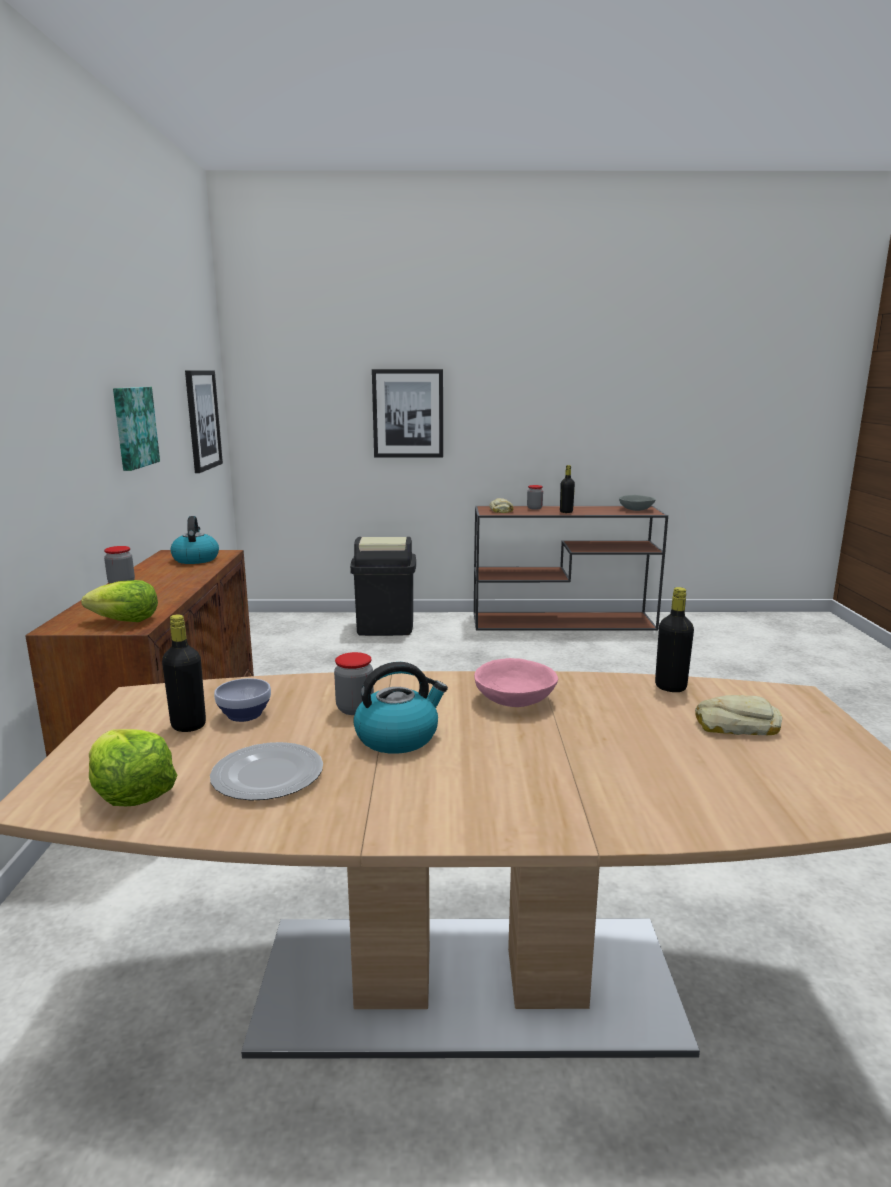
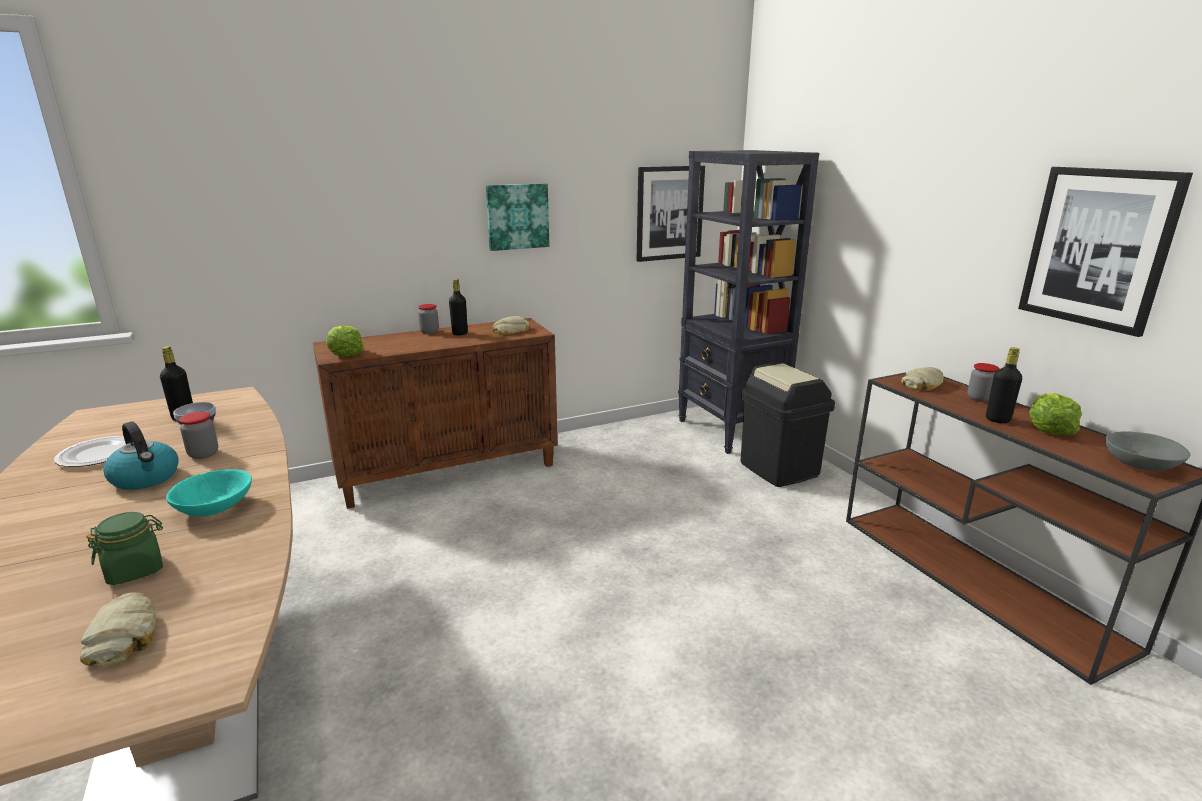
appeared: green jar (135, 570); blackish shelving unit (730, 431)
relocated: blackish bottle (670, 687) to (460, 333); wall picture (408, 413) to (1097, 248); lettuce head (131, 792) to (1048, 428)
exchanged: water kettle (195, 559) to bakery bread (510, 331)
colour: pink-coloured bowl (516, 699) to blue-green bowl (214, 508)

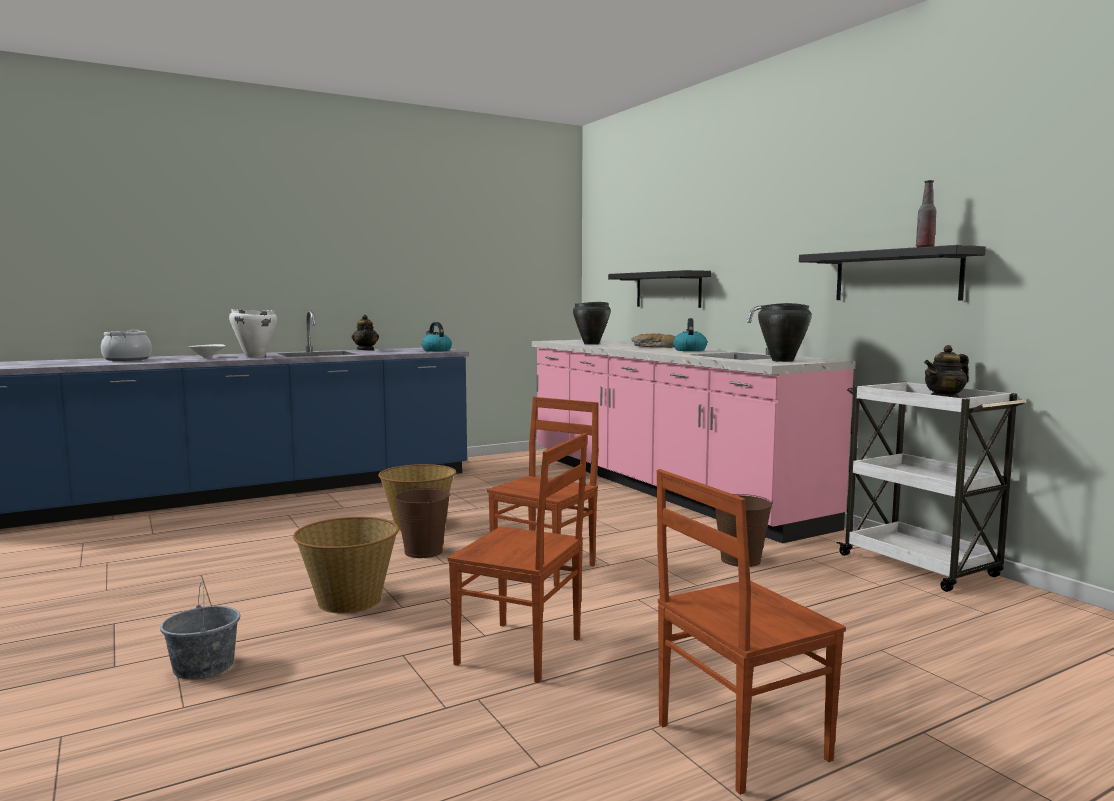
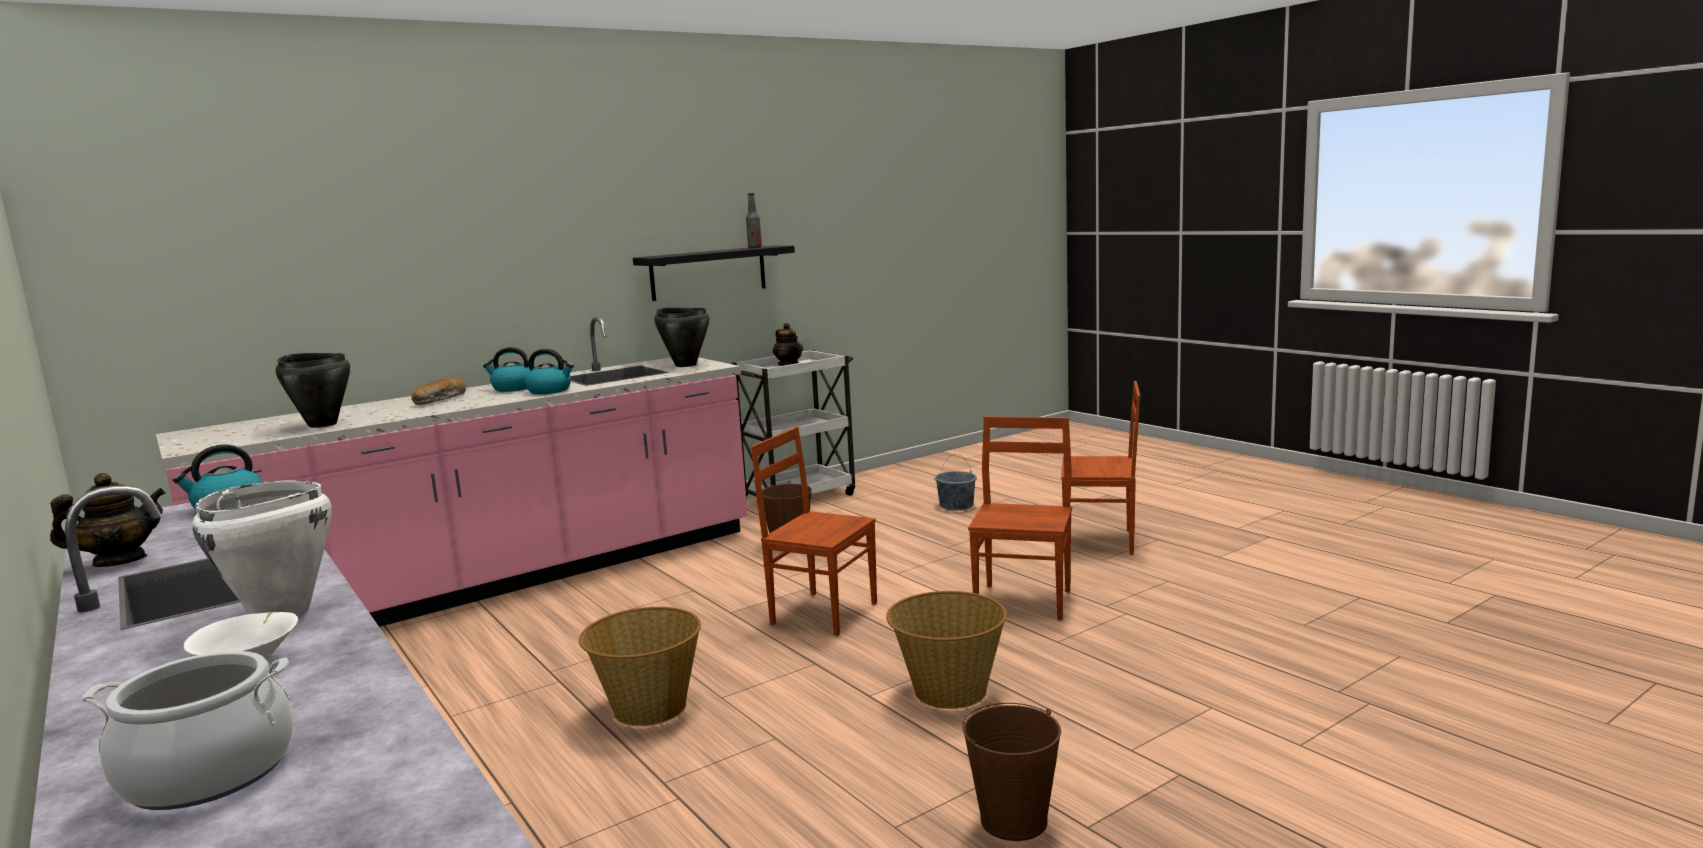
missing: blackish wall shelf (668, 289)
appeared: water kettle (550, 390)
relocated: greyish water bucket (203, 667) to (956, 506); brown water bucket (423, 552) to (1014, 821)
spun: brown upright chair (738, 741) = (1100, 542) 45 degrees counterclockwise

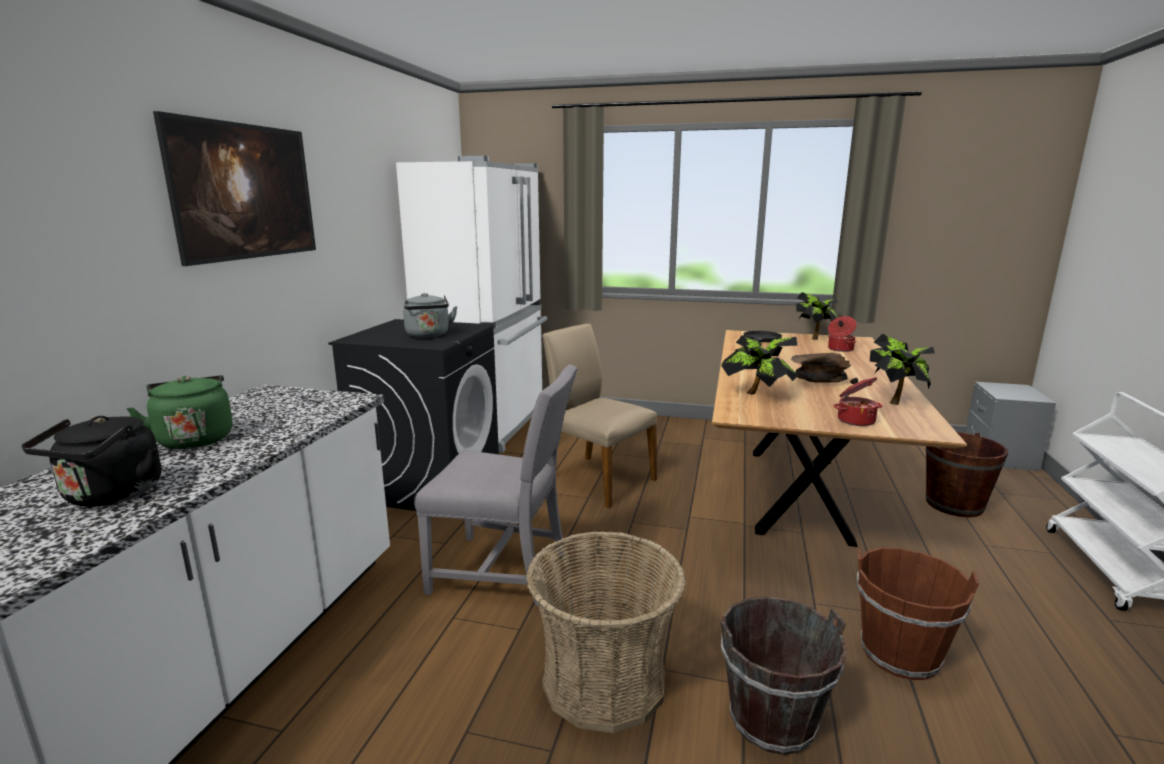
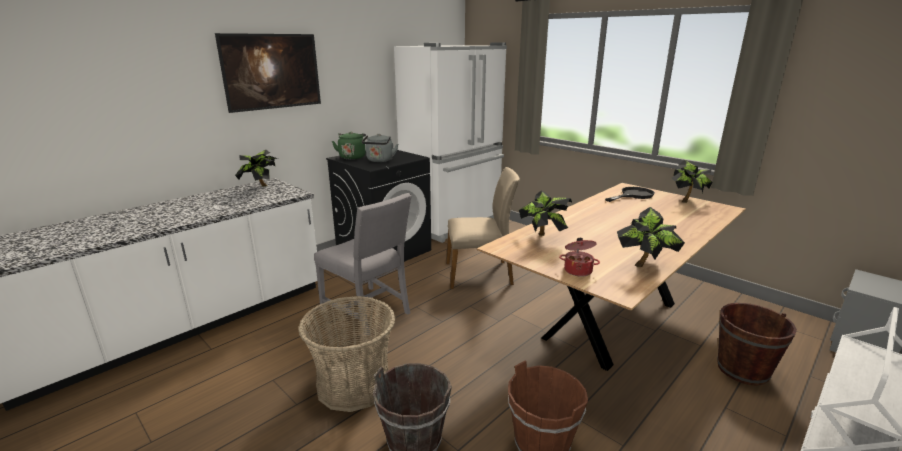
missing: blackish water kettle (110, 496); brown bowl (818, 381); stockpot (839, 349)
appeared: potted plant (261, 187)
relocated: green water kettle (194, 439) to (352, 157)
spun: beige upright chair (597, 479) = (479, 274) 105 degrees clockwise

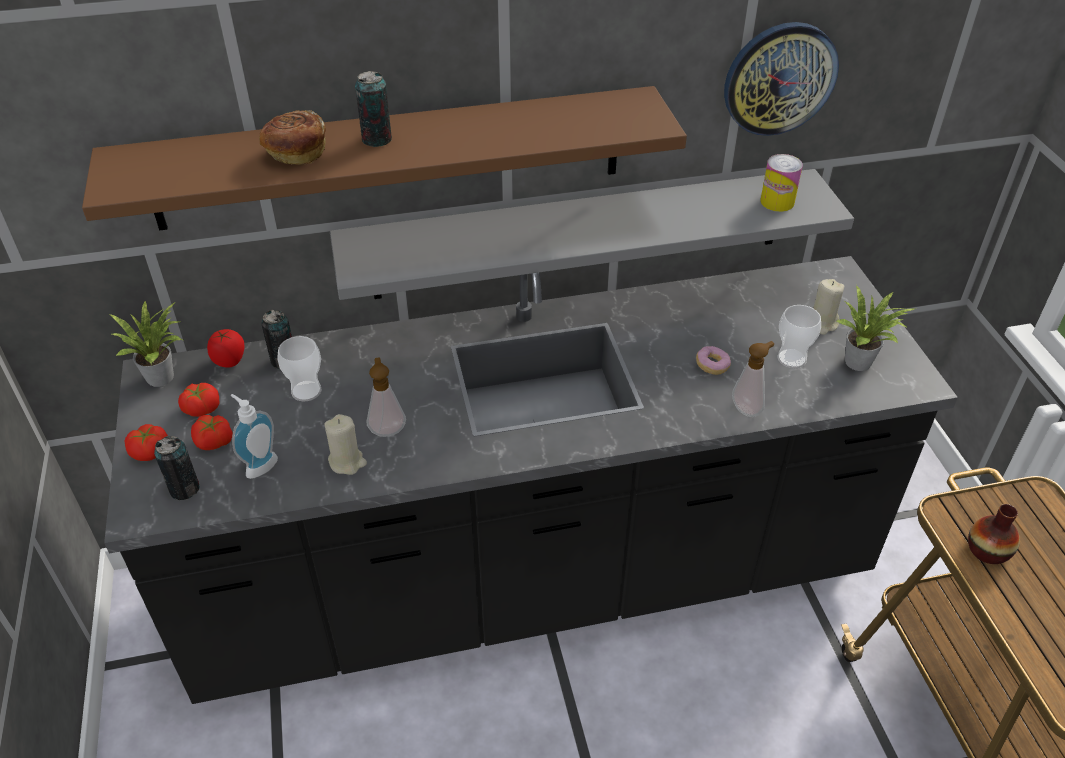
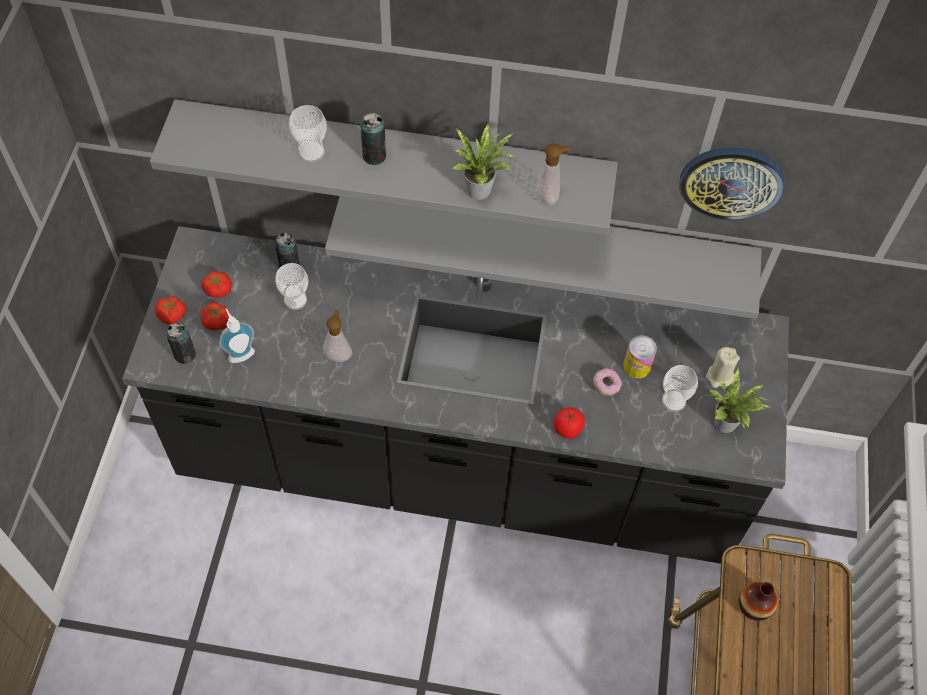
missing: beige candle (347, 462)
relocated: potted plant (164, 376) to (482, 189); soap bottle (748, 408) to (549, 197); fresh tomato (230, 361) to (567, 429); metal can (777, 202) to (637, 366)
exchanged: bakery bread (296, 153) to cup (311, 152)
colour: brown wall shelf (390, 158) to greyish wall shelf (394, 156)

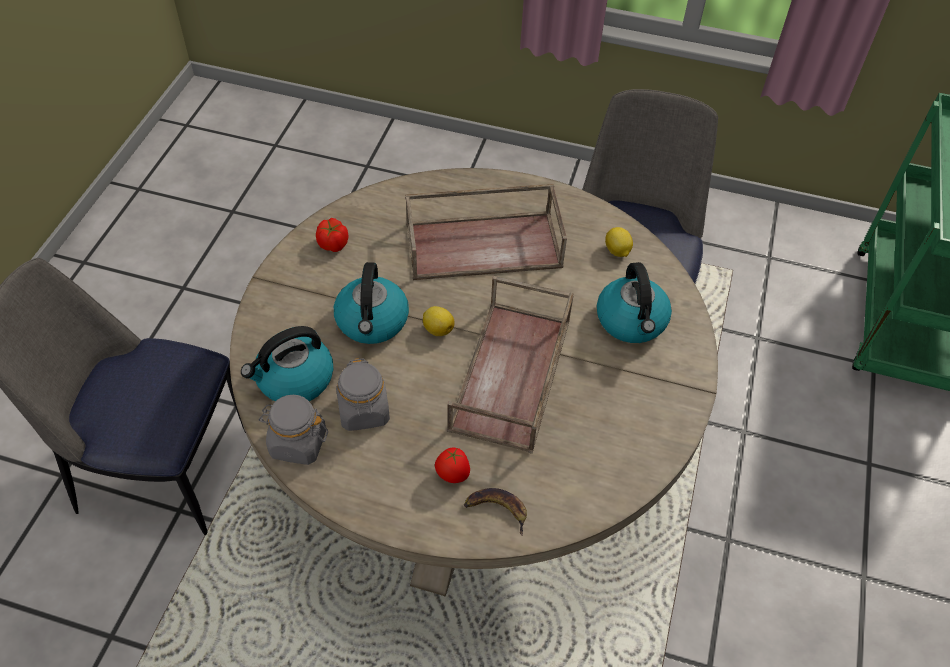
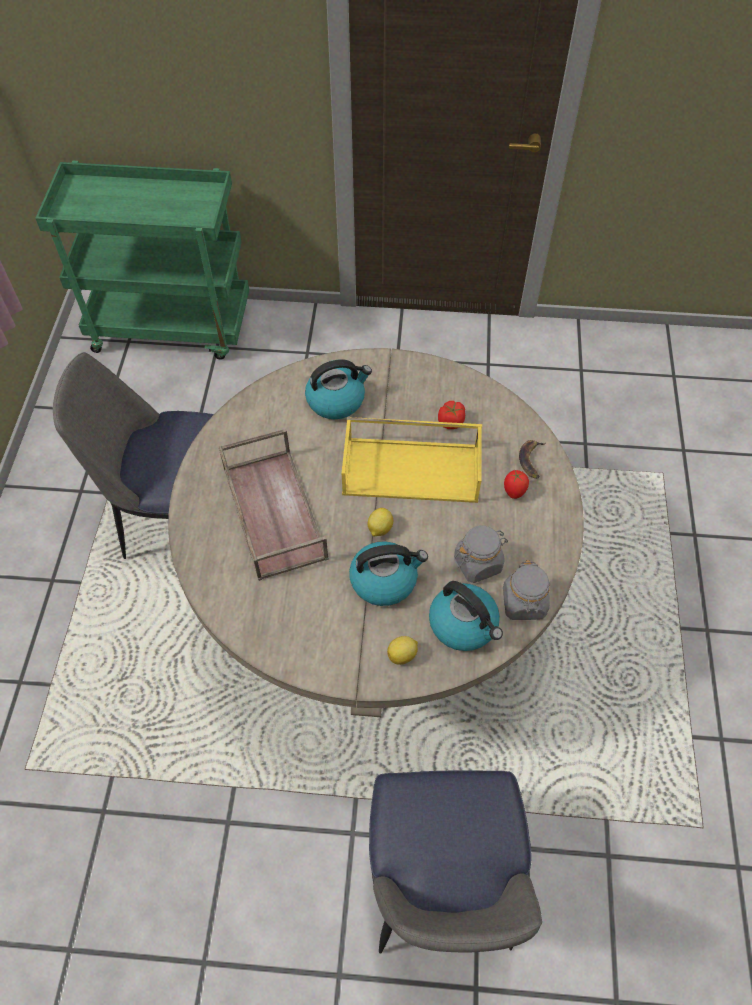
relocated: lemon (617, 251) to (403, 655); fresh tomato (333, 244) to (451, 421)
colour: brown carrying tray (512, 376) to yellowish carrying tray (413, 469)

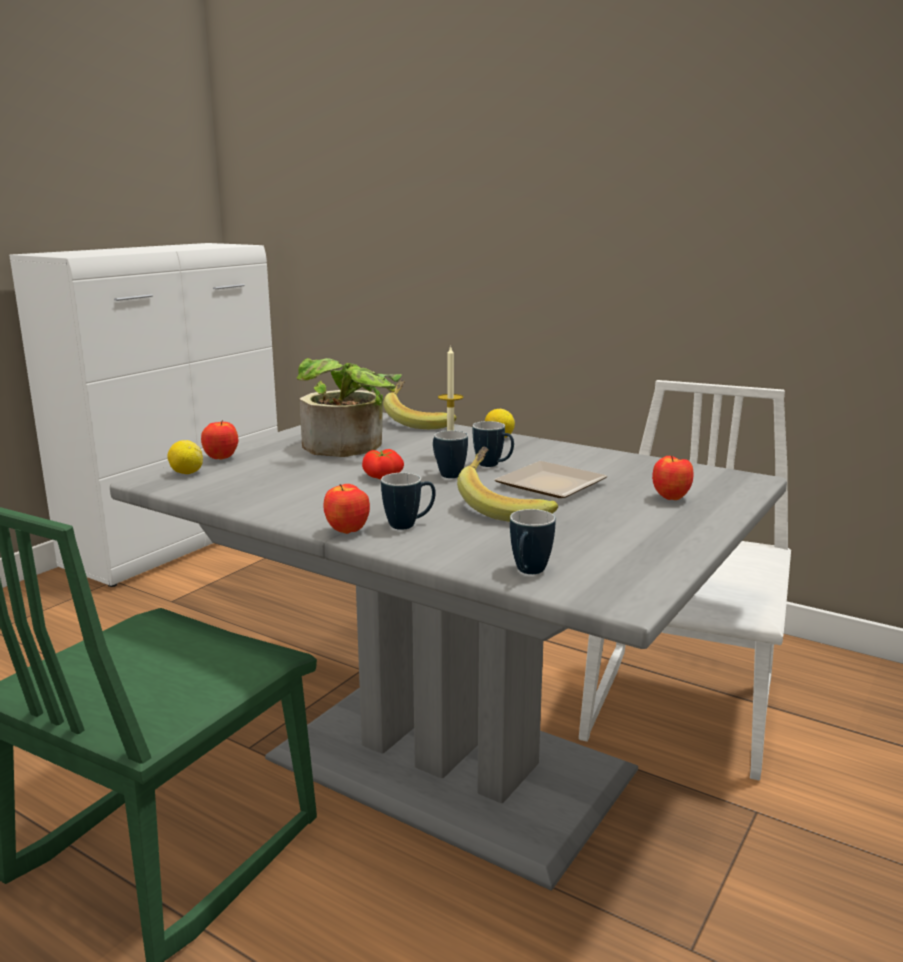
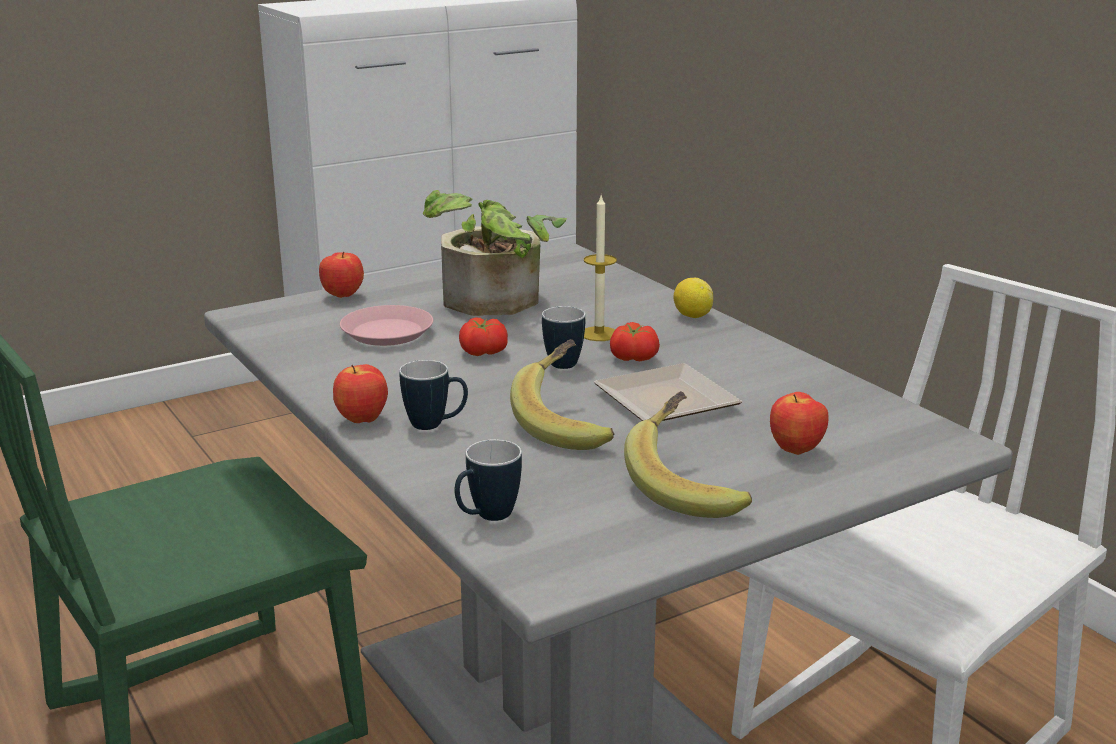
missing: lemon (186, 473)
appeared: pink-coloured plate (387, 332)
relocated: whole banana (419, 422) to (690, 486)
exchanged: mug (493, 465) to fresh tomato (632, 358)

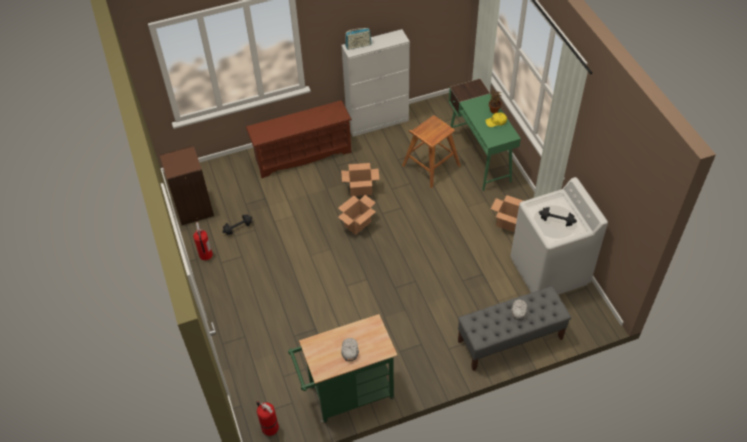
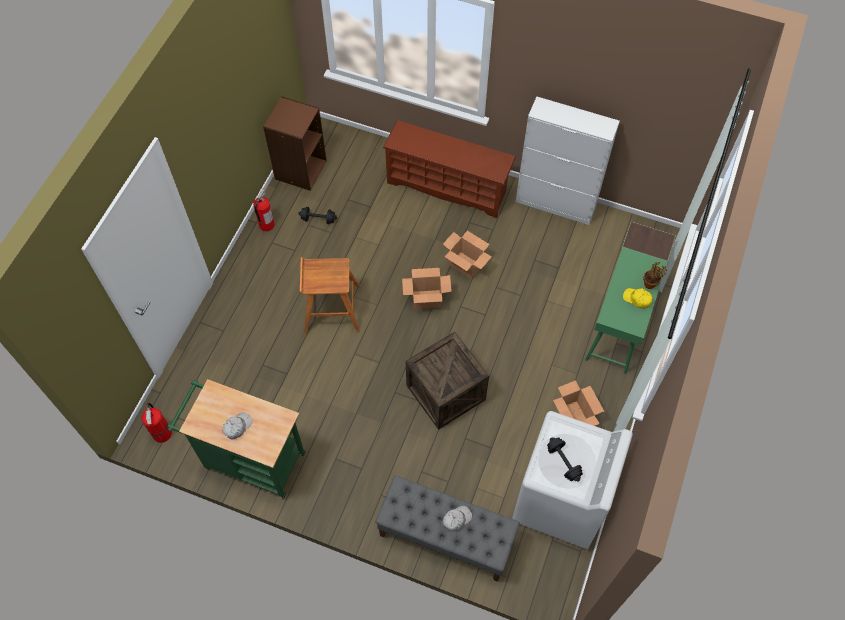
missing: radio (358, 45)
appeared: shipping crate (445, 392)
relocated: brown stool seat (430, 166) to (331, 309)

